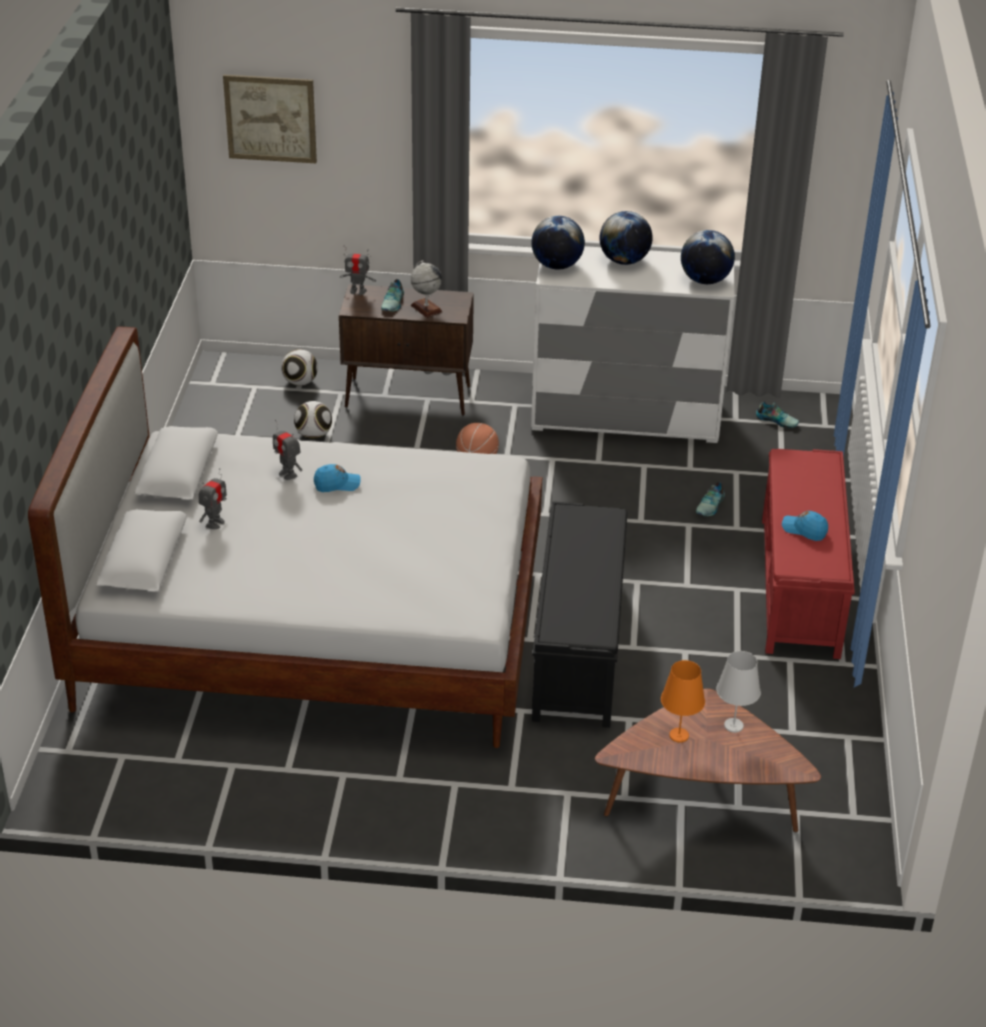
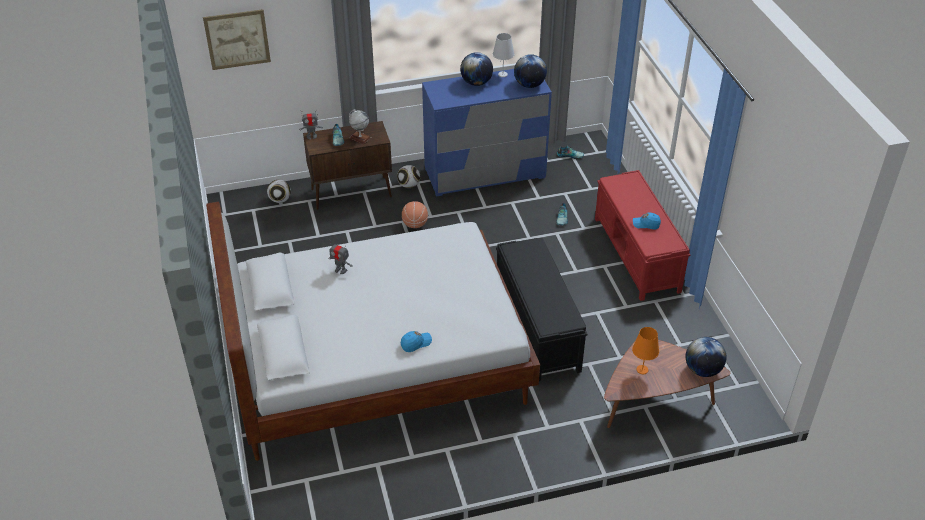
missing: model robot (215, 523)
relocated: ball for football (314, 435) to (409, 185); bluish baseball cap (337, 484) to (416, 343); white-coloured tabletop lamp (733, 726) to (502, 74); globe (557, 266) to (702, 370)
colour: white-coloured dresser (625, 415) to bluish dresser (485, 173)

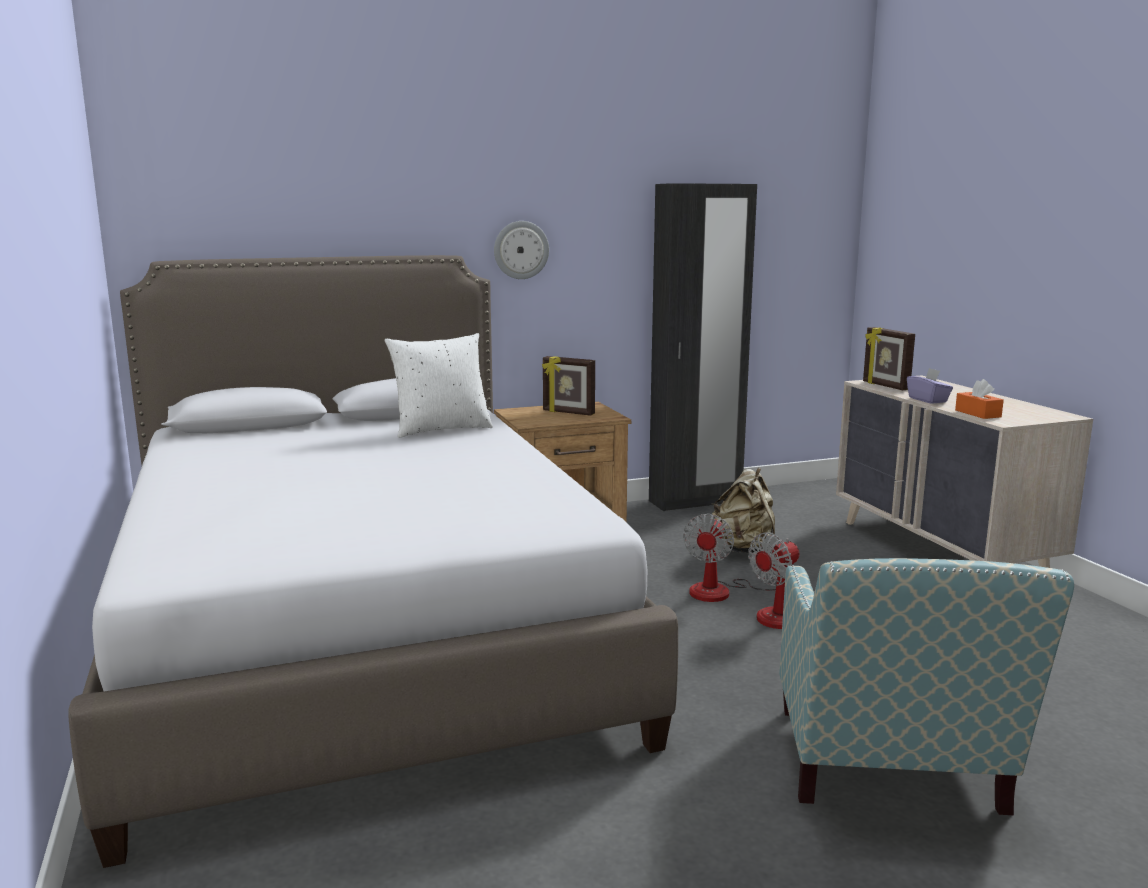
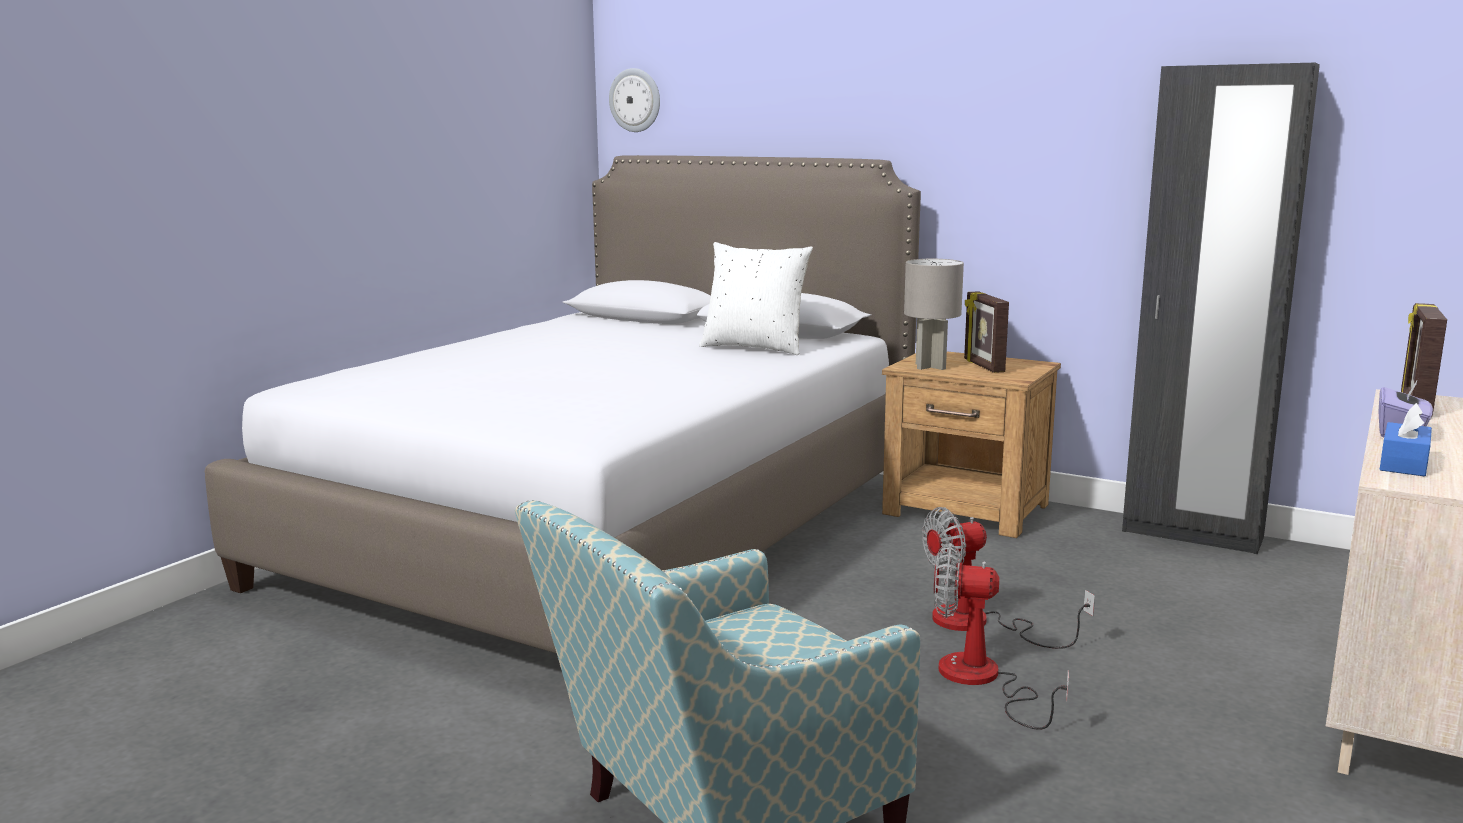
missing: beige backpack (743, 551)
appeared: greyish tabletop lamp (931, 366)
relocated: hanging clock (521, 250) to (635, 100)
colour: orange-coloured box of tissues (977, 413) to bluish box of tissues (1403, 464)

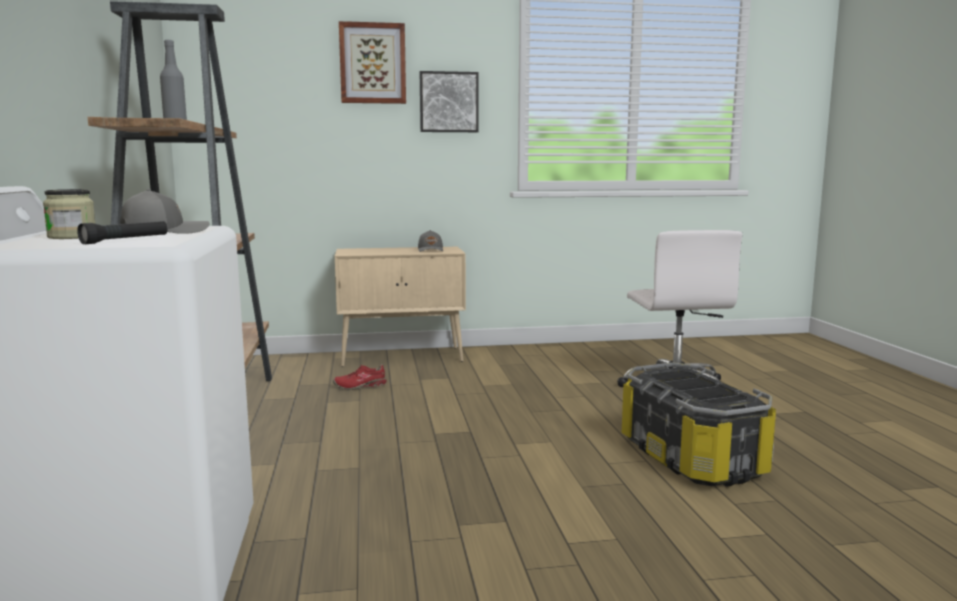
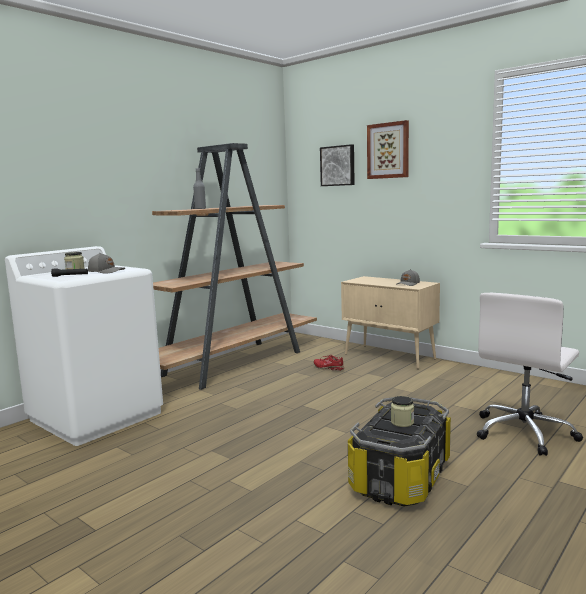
appeared: jar (402, 422)
relocated: wall picture (448, 102) to (338, 166)

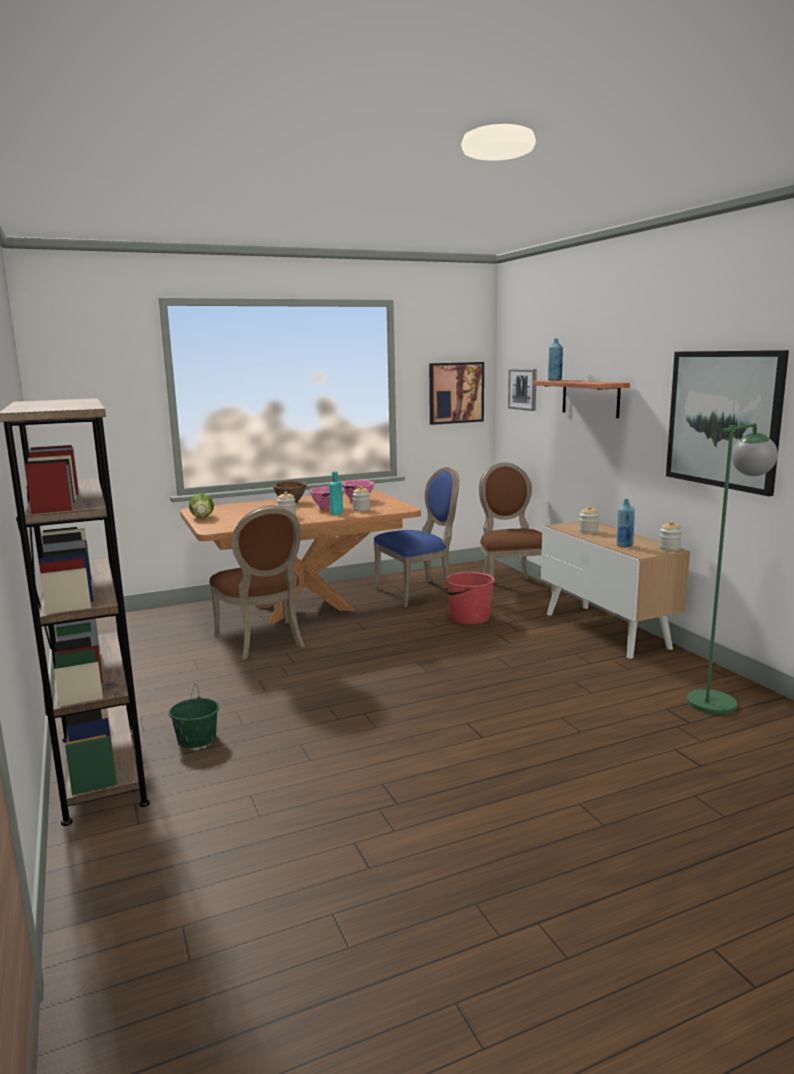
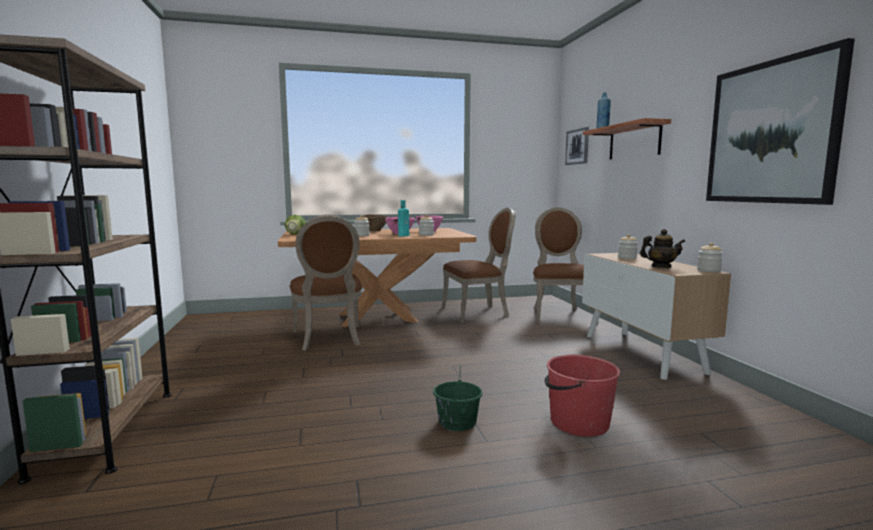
missing: wall picture (456, 392); green standing lamp (719, 698)
relocated: green water bucket (197, 739) to (457, 422); red-coloured water bucket (469, 618) to (578, 423)
exchanged: bluish bottle (624, 545) to tea pot (660, 267)
colour: bluish upright chair (418, 591) to brown upright chair (478, 312)

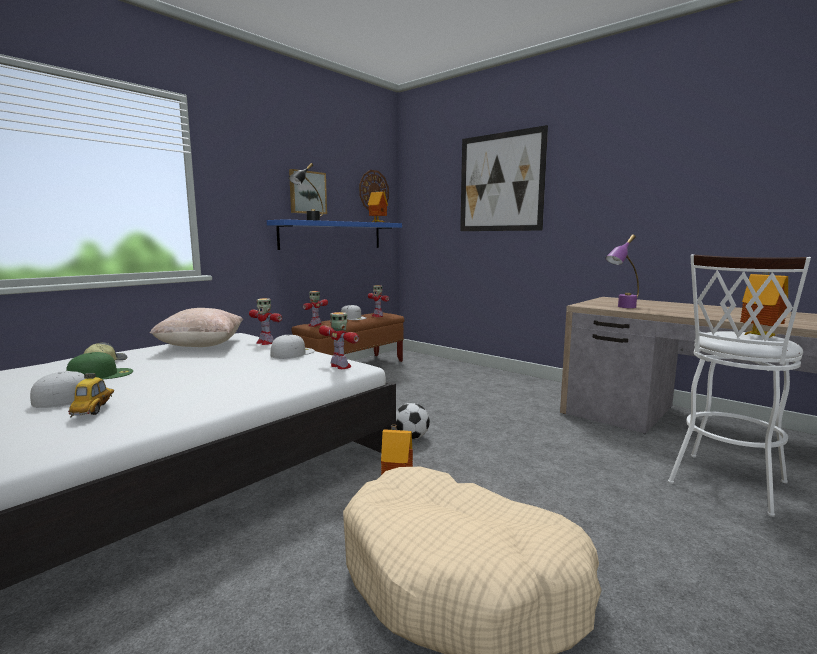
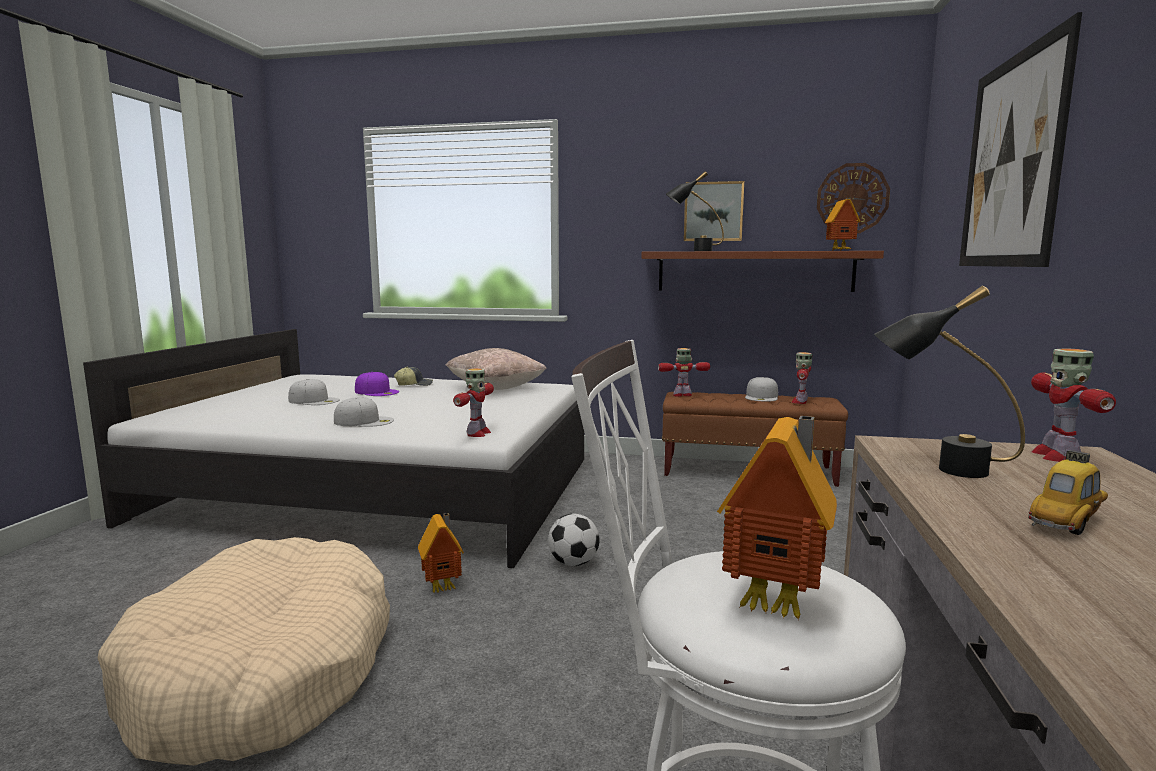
relocated: white-coloured baseball cap (292, 353) to (364, 421); miniature car (94, 410) to (1068, 523); model robot (265, 342) to (1056, 456)
colour: green baseball cap (101, 374) to purplish baseball cap (377, 392); bluish wall shelf (332, 235) to brown wall shelf (754, 271); purplish tabletop lamp (622, 307) to blackish tabletop lamp (938, 468)

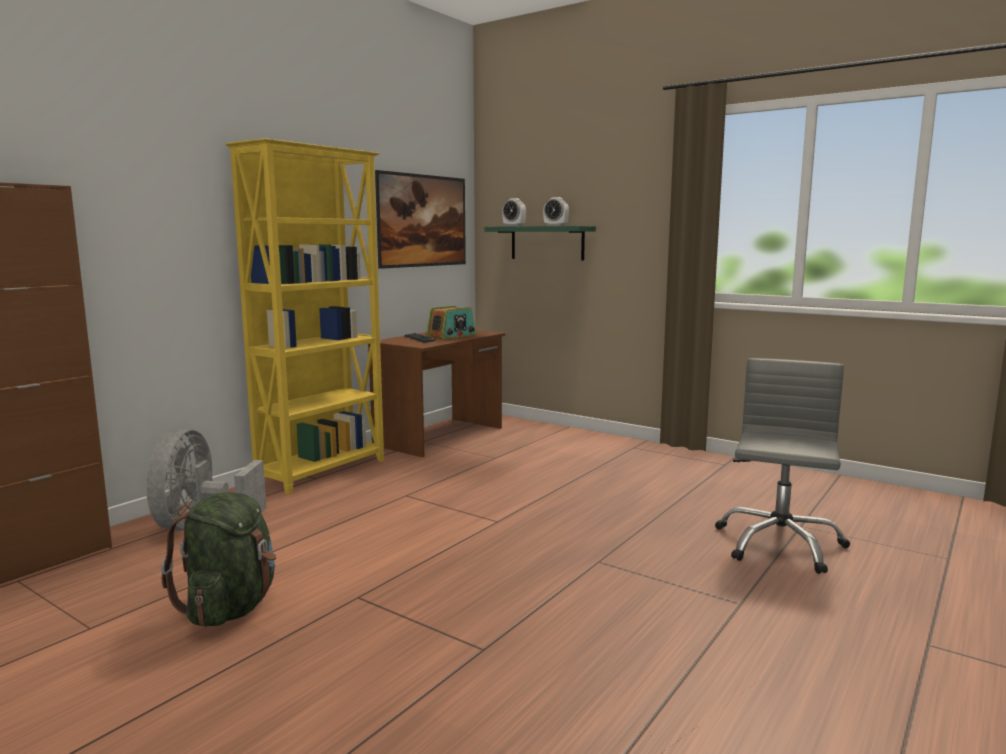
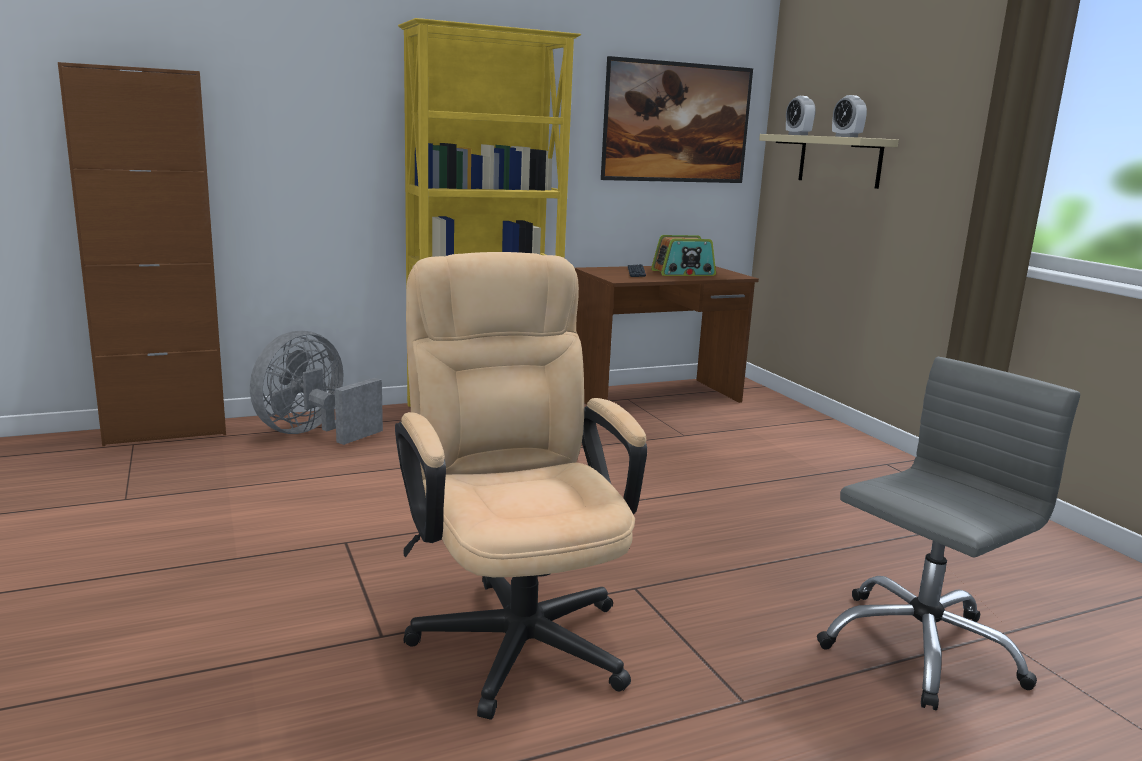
missing: green backpack (231, 607)
appeared: beige office chair (515, 630)
colour: green wall shelf (547, 243) to beige wall shelf (839, 160)

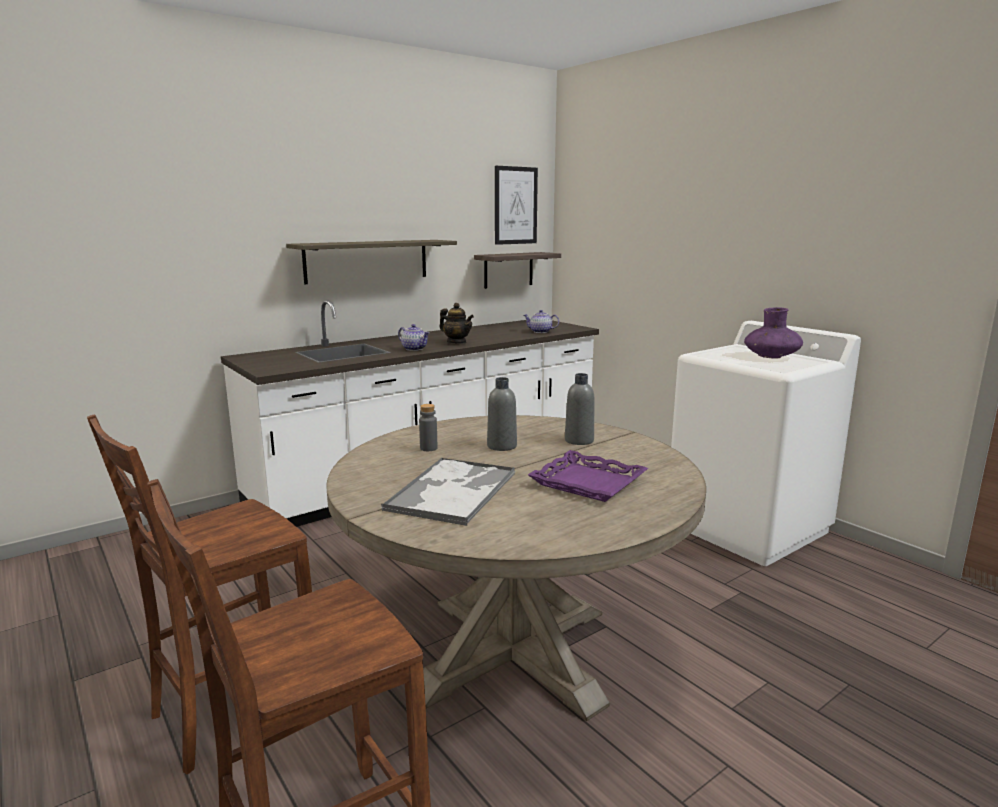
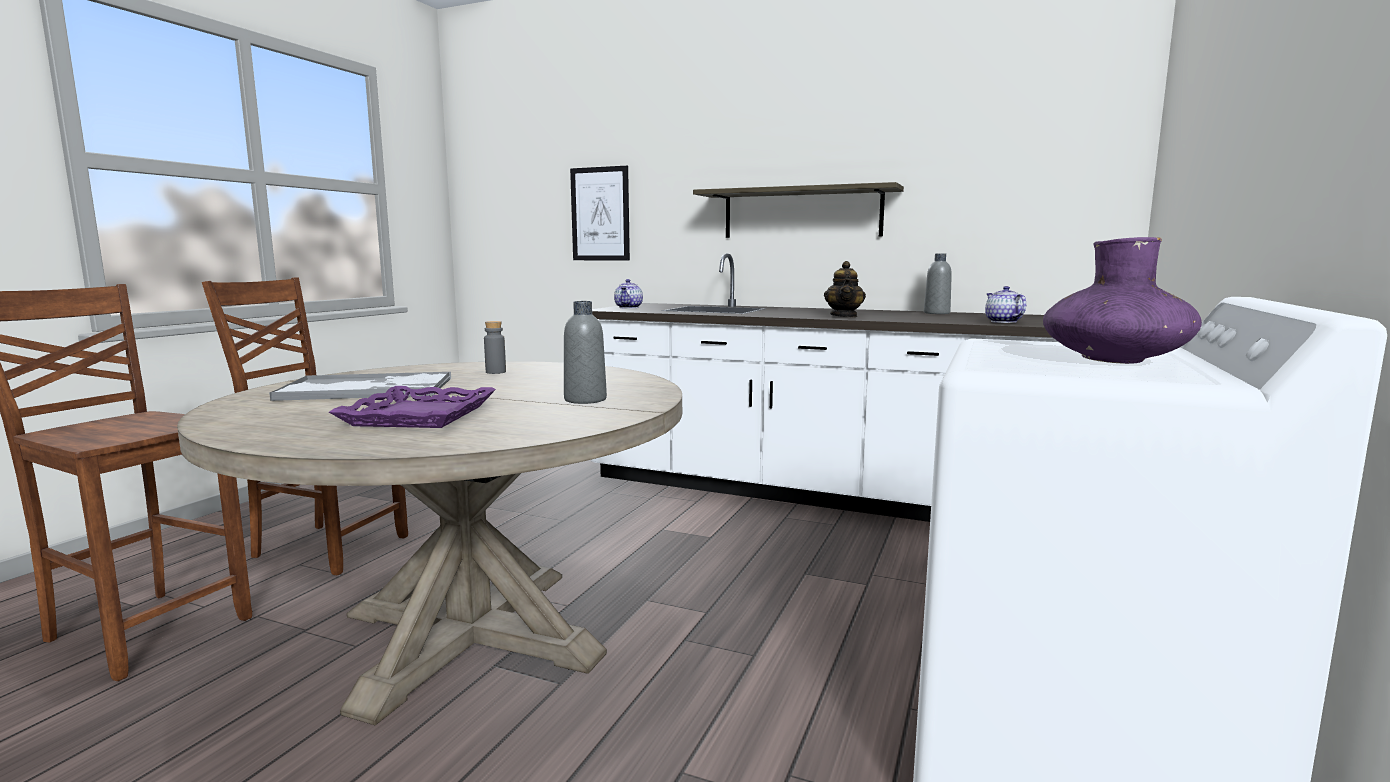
missing: wall shelf (508, 270)
relocated: wall picture (515, 205) to (600, 214); tea pot (415, 349) to (629, 307); greyish bottle (502, 446) to (936, 313)

